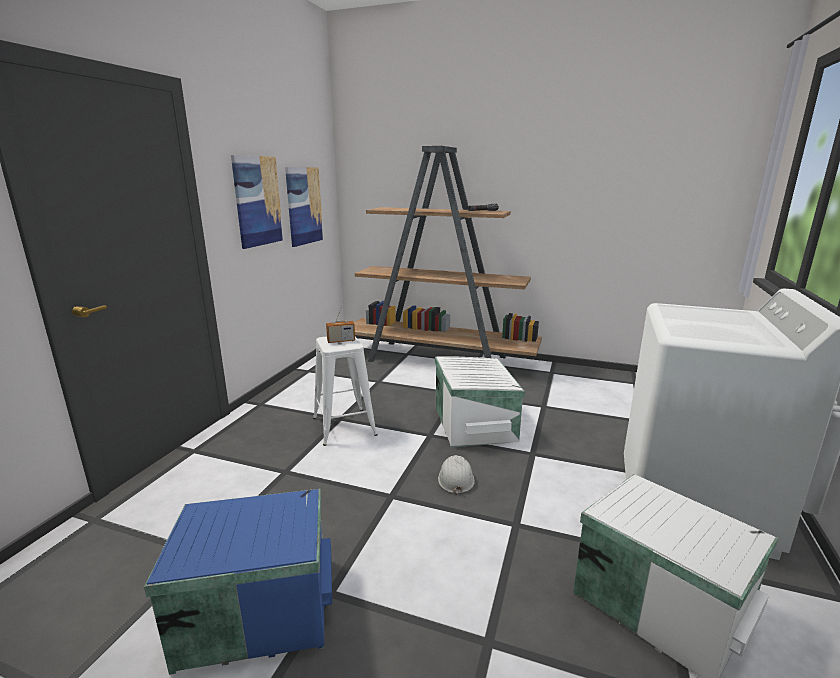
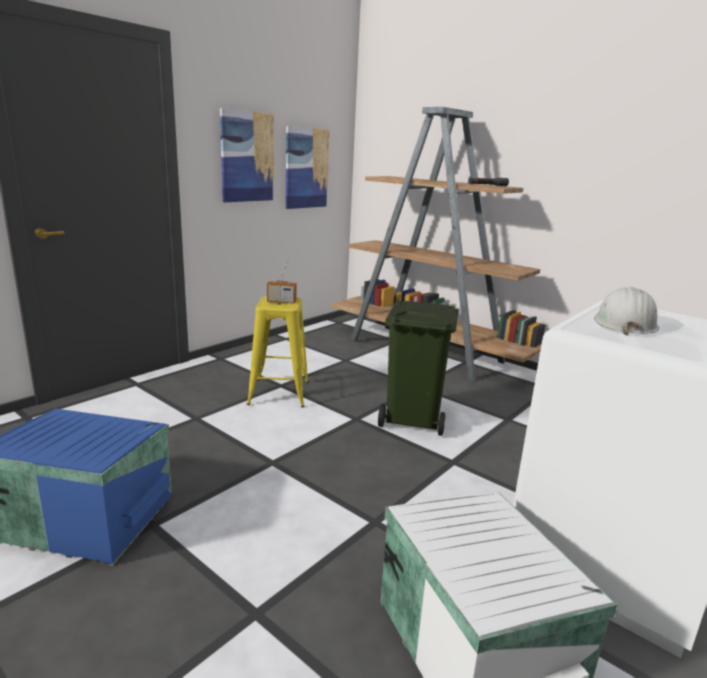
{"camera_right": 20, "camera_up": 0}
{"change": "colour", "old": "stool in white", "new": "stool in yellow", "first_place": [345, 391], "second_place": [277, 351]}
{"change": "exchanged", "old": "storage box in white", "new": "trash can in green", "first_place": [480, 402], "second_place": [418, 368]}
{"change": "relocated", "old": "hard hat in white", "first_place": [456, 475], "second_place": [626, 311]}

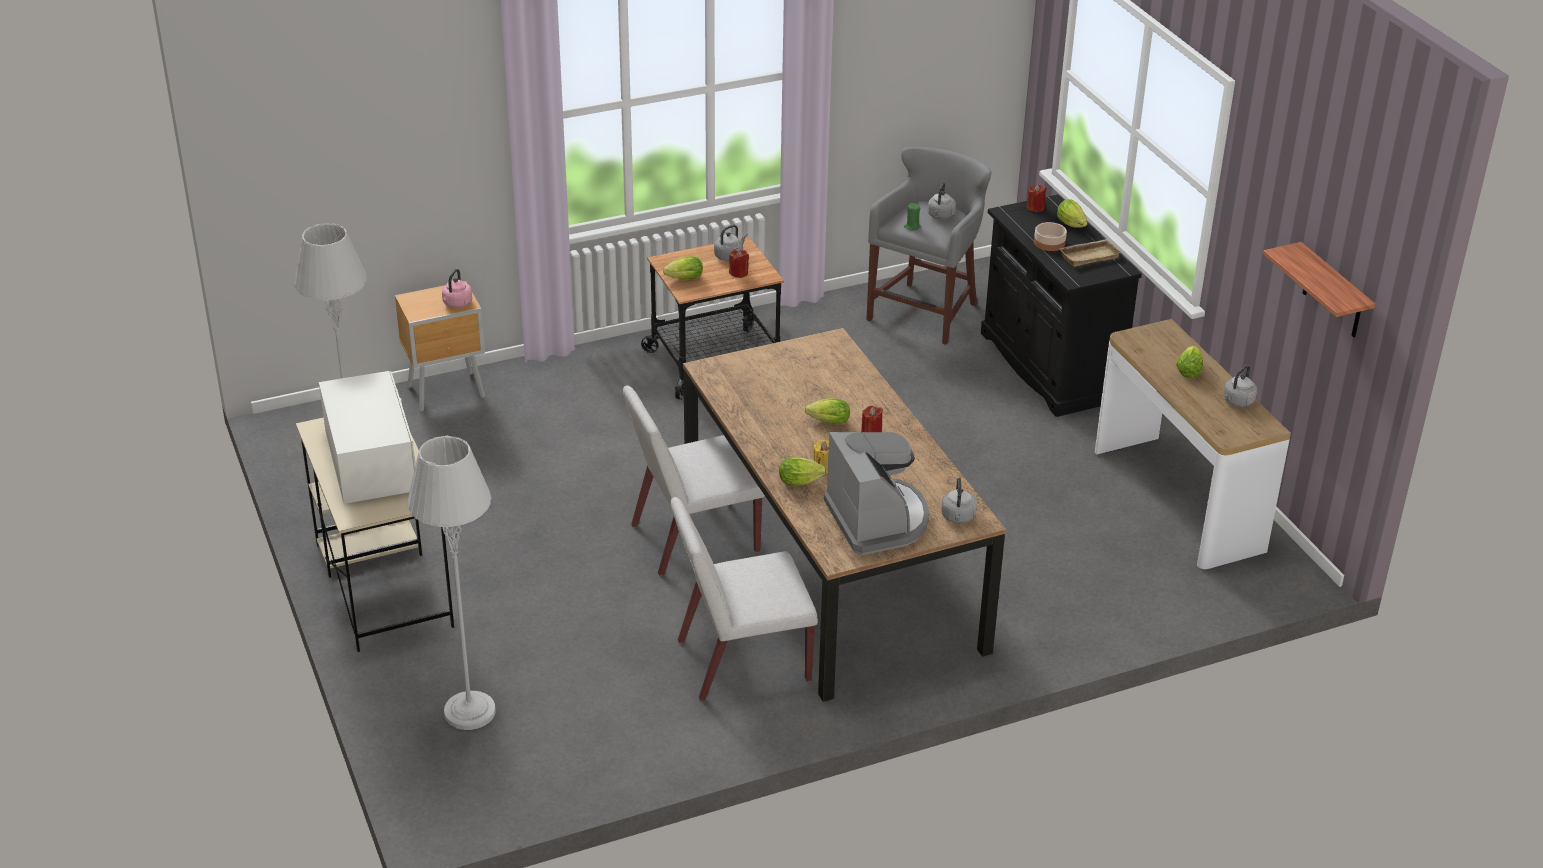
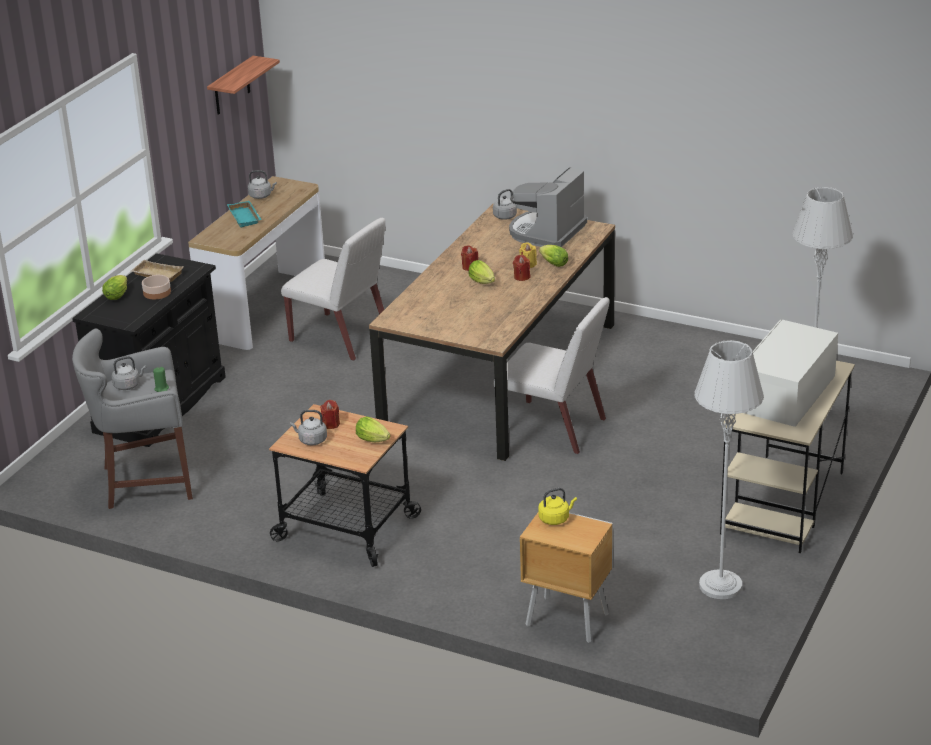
{"camera_right": -130, "camera_up": -5}
{"change": "exchanged", "old": "lettuce", "new": "tray in turquoise", "first_place": [1189, 362], "second_place": [244, 214]}
{"change": "relocated", "old": "chair in white", "first_place": [744, 599], "second_place": [333, 289]}
{"change": "relocated", "old": "candle in red", "first_place": [1037, 198], "second_place": [521, 268]}
{"change": "colour", "old": "kettle in pink", "new": "kettle in yellow", "first_place": [457, 288], "second_place": [558, 506]}

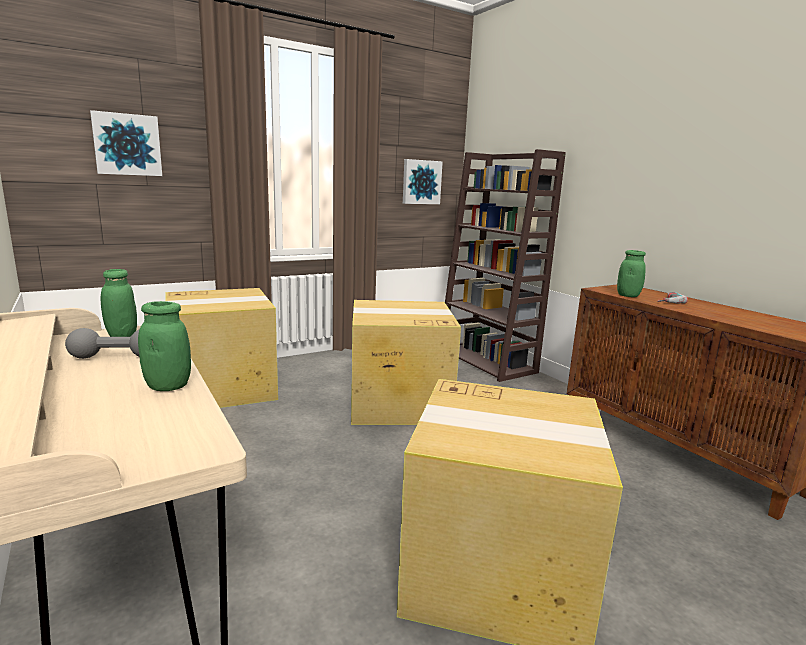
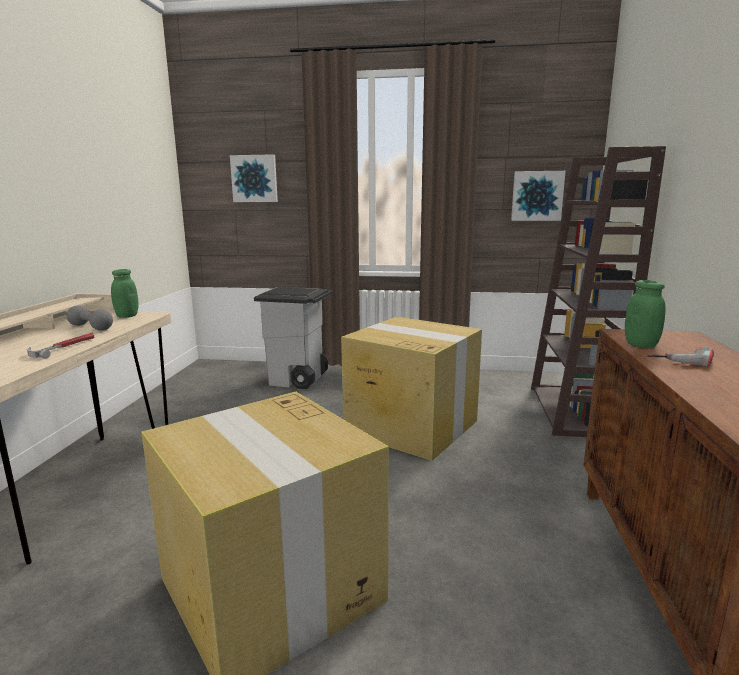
{"camera_right": 40, "camera_up": 0}
{"change": "exchanged", "old": "jar in green", "new": "hammer", "first_place": [164, 346], "second_place": [60, 346]}
{"change": "exchanged", "old": "cardboard box", "new": "trash can in grey", "first_place": [221, 348], "second_place": [293, 338]}

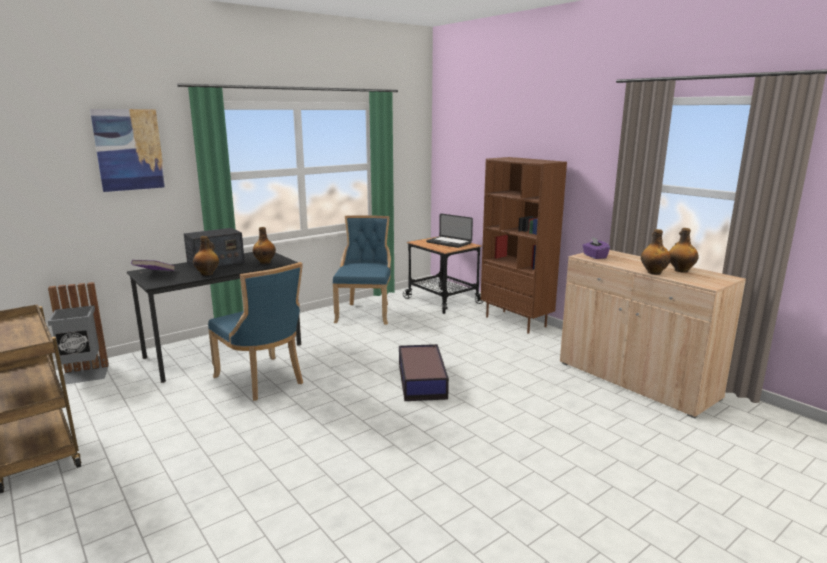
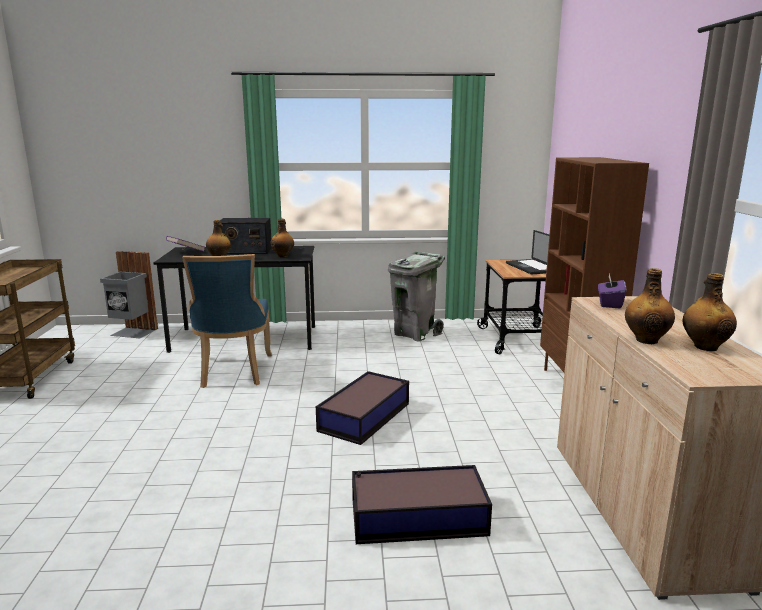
{"camera_right": 35, "camera_up": 0}
{"change": "appeared", "new": "storage box", "second_place": [422, 504]}
{"change": "exchanged", "old": "chair in blue", "new": "trash can in grey", "first_place": [362, 270], "second_place": [416, 296]}
{"change": "missing", "old": "picture", "first_place": [128, 150]}

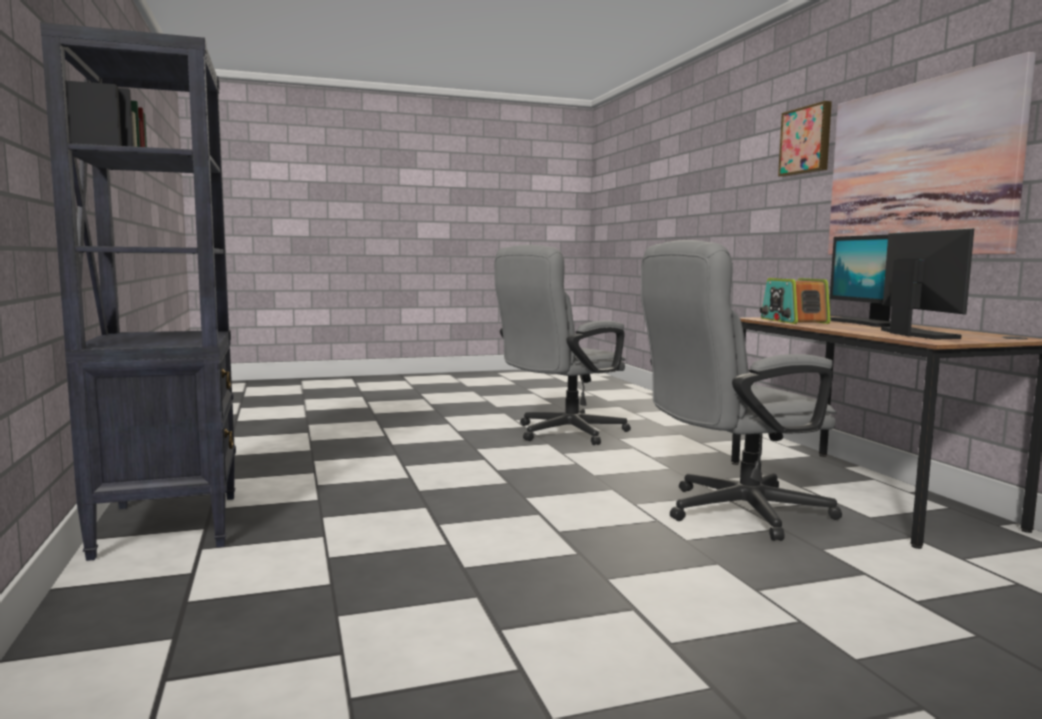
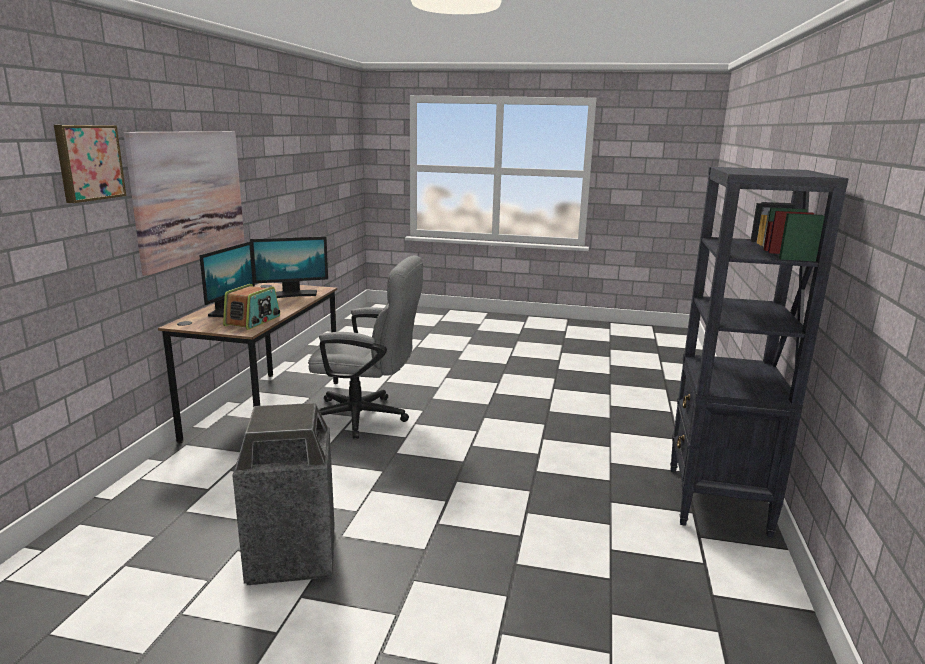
{"camera_right": -150, "camera_up": 10}
{"change": "exchanged", "old": "office chair in grey", "new": "trash can", "first_place": [562, 345], "second_place": [283, 494]}
{"change": "spun", "old": "monitor", "first_place": [927, 284], "second_place": [289, 267], "degrees": -135}

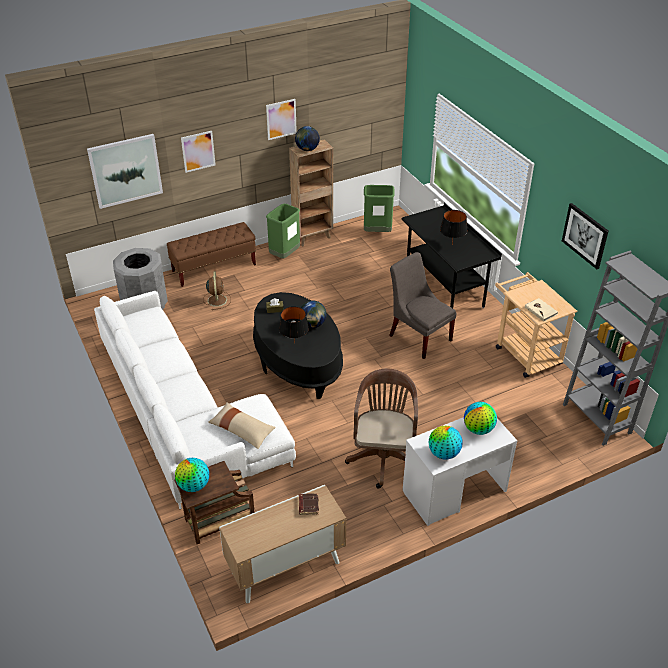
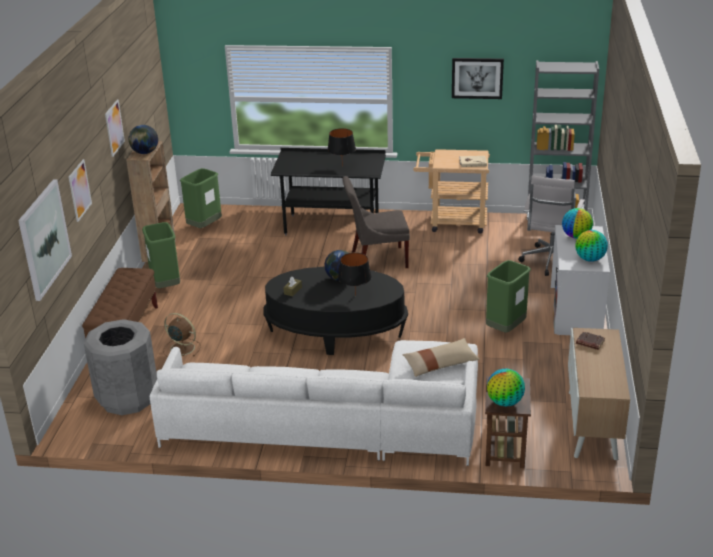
{"camera_right": -55, "camera_up": -10}
{"change": "exchanged", "old": "office chair in brown", "new": "trash can in green", "first_place": [381, 428], "second_place": [508, 296]}
{"change": "appeared", "new": "office chair in white", "second_place": [551, 226]}

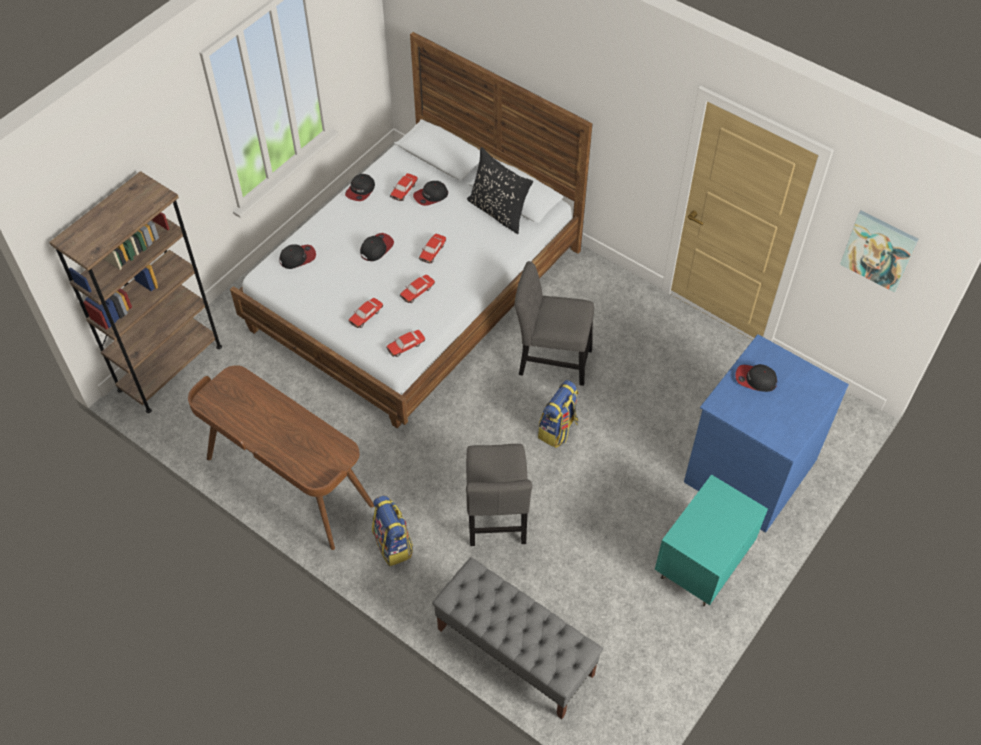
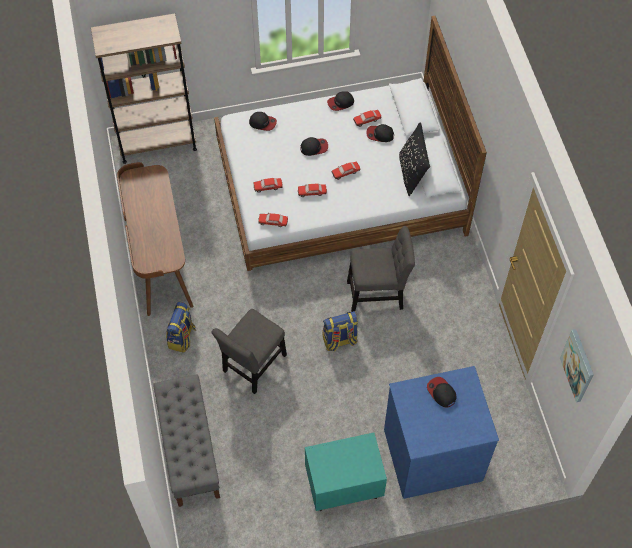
{"camera_right": 40, "camera_up": 5}
{"change": "spun", "old": "chair in grey", "first_place": [554, 323], "second_place": [381, 269], "degrees": 120}

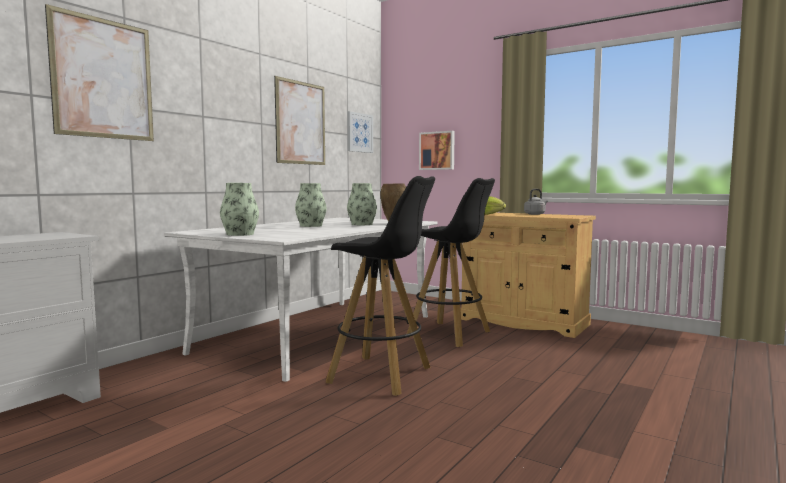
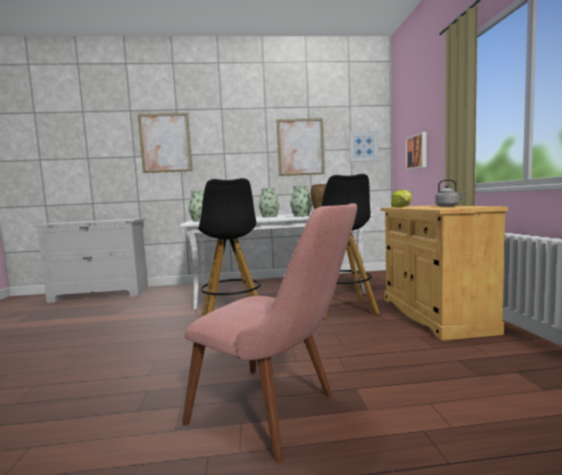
{"camera_right": 50, "camera_up": 0}
{"change": "appeared", "new": "chair in pink", "second_place": [269, 333]}

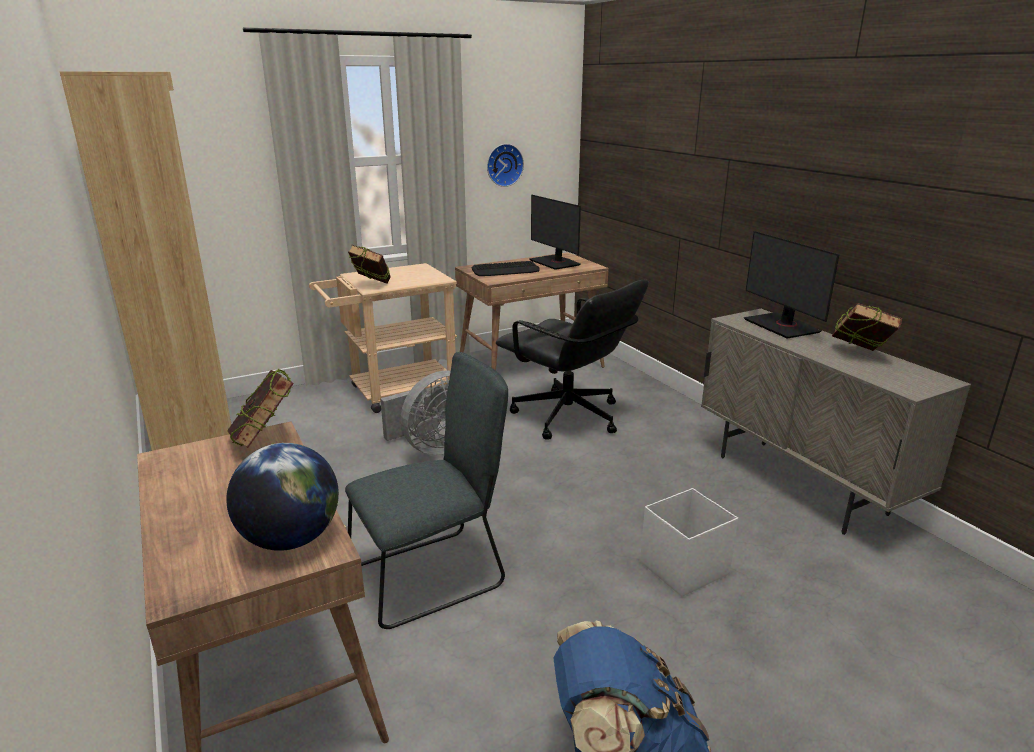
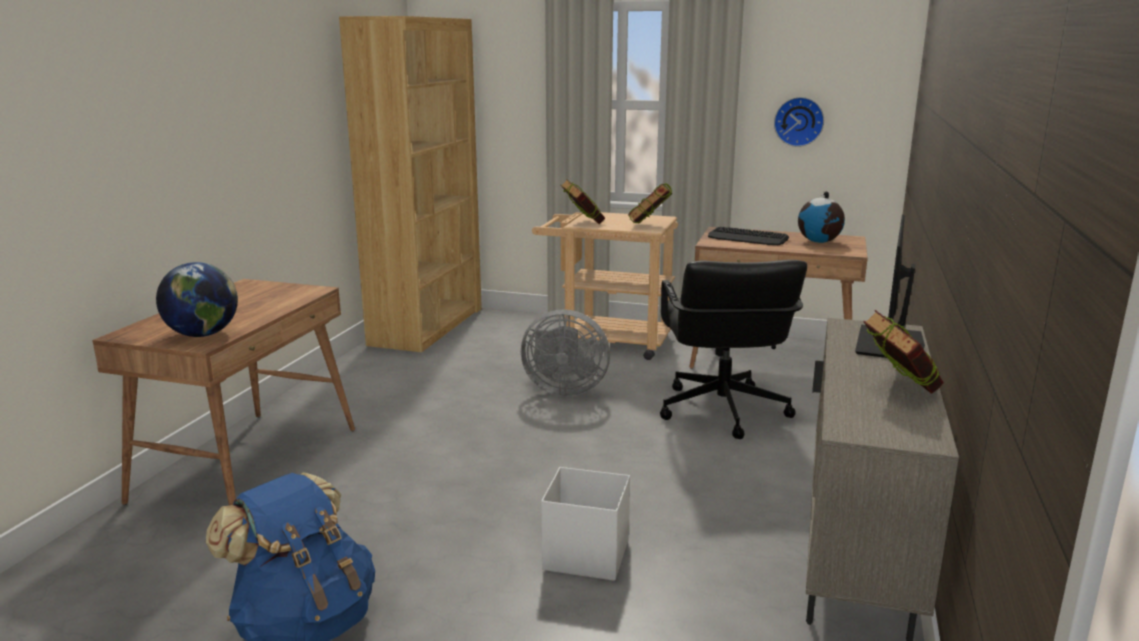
{"camera_right": 45, "camera_up": -5}
{"change": "relocated", "old": "book", "first_place": [260, 408], "second_place": [650, 203]}
{"change": "exchanged", "old": "monitor", "new": "globe", "first_place": [555, 232], "second_place": [821, 217]}
{"change": "missing", "old": "chair in grey", "first_place": [426, 490]}

